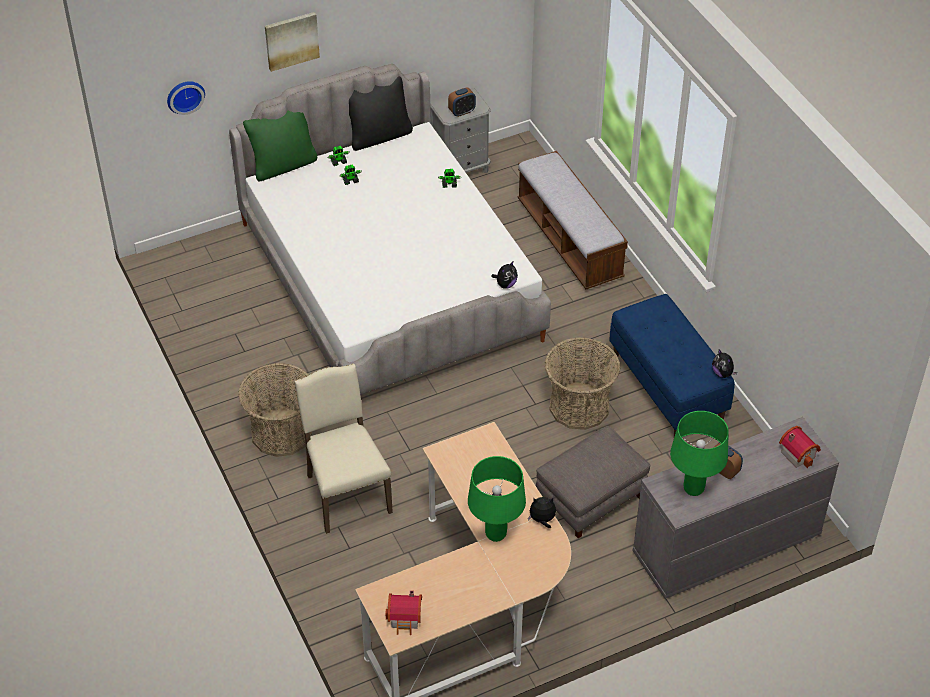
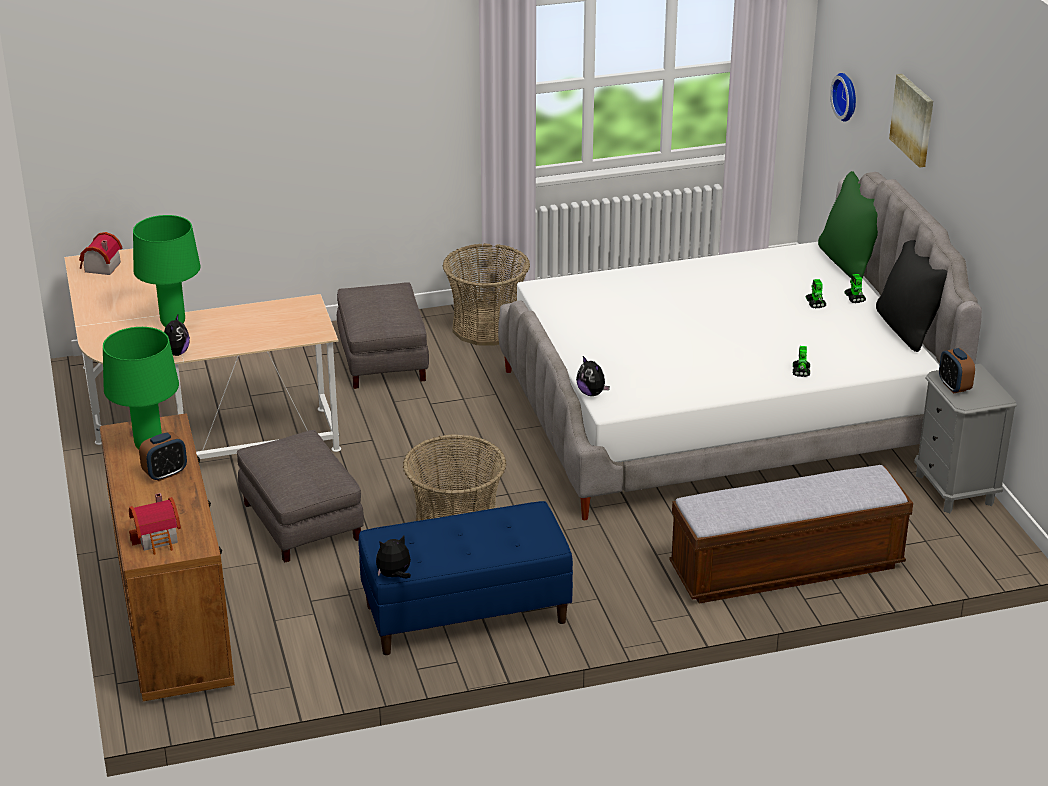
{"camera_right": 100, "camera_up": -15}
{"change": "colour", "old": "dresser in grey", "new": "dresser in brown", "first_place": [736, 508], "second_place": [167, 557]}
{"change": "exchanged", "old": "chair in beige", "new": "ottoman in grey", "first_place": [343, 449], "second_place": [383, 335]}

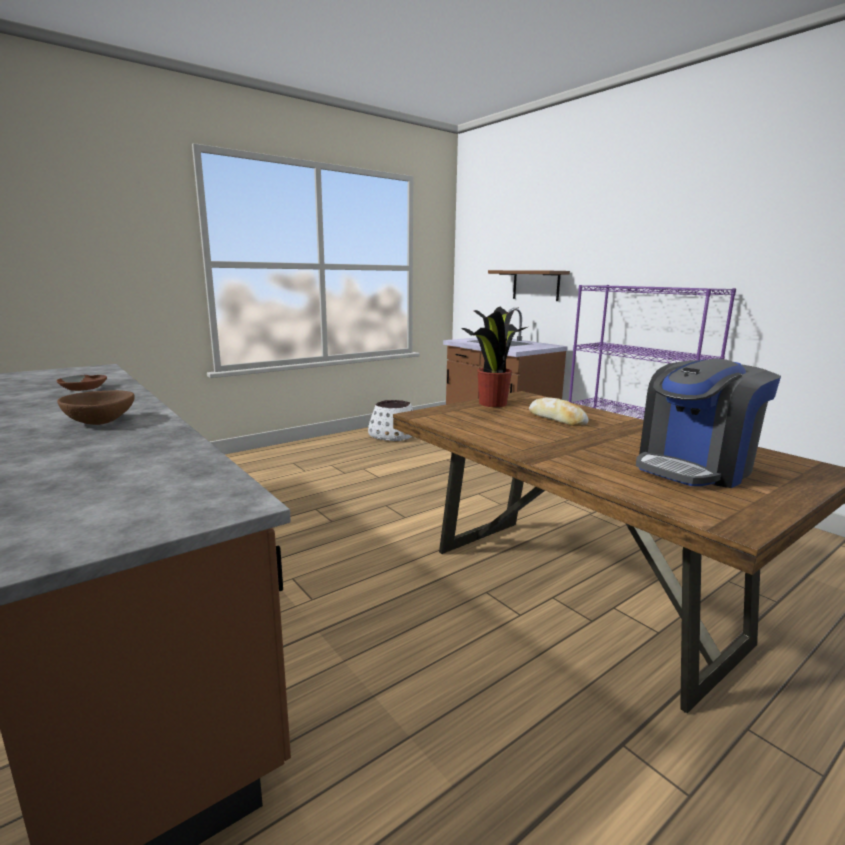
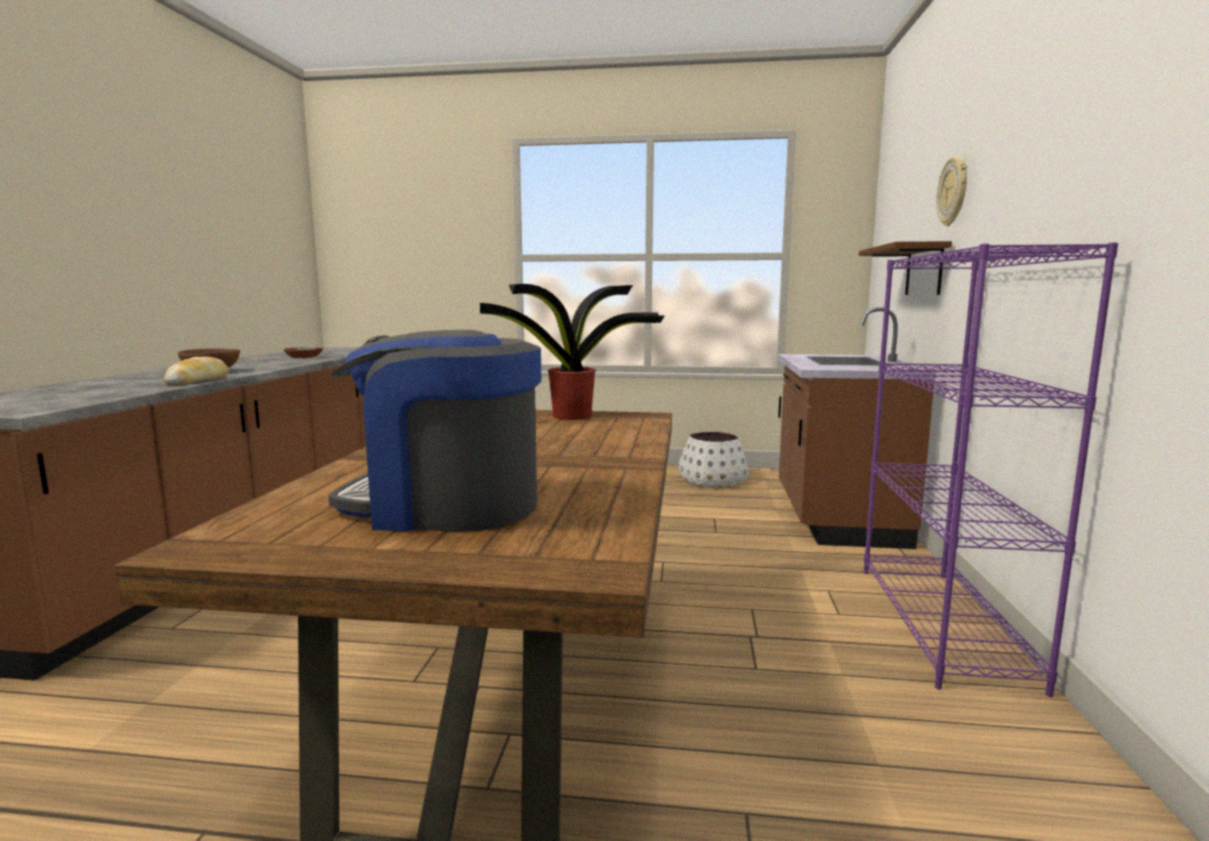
{"camera_right": 45, "camera_up": -5}
{"change": "relocated", "old": "bread", "first_place": [558, 411], "second_place": [196, 371]}
{"change": "appeared", "new": "wall clock", "second_place": [951, 191]}

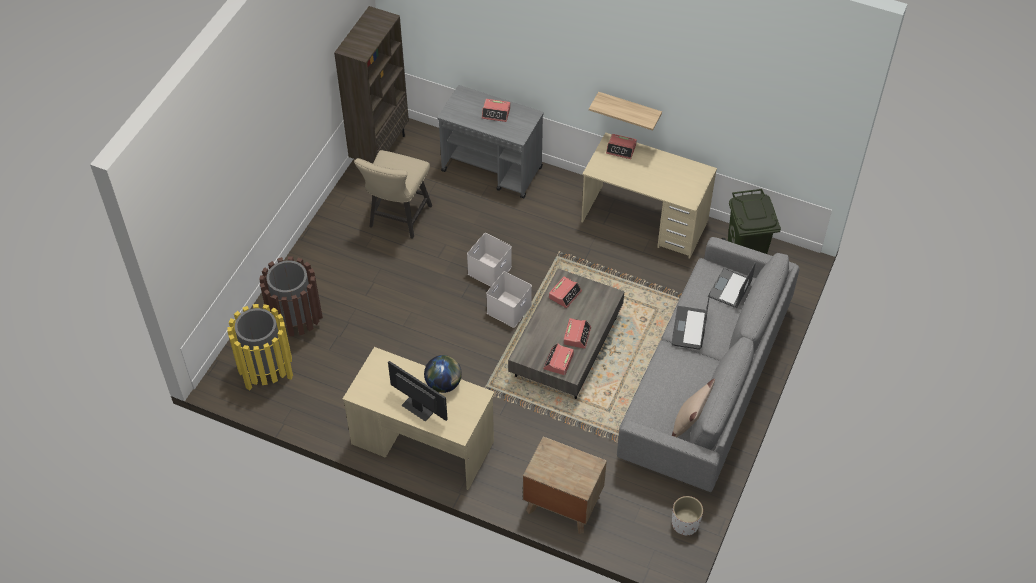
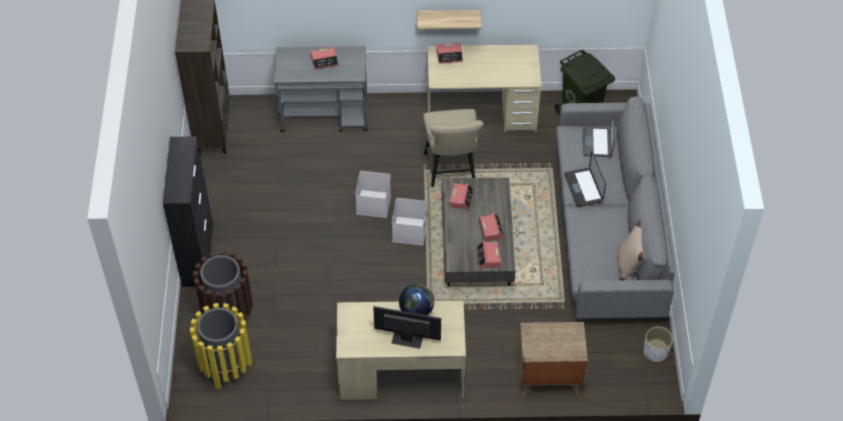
{"camera_right": -25, "camera_up": 0}
{"change": "appeared", "new": "cabinet in black", "second_place": [188, 211]}
{"change": "relocated", "old": "chair in beige", "first_place": [393, 194], "second_place": [453, 148]}

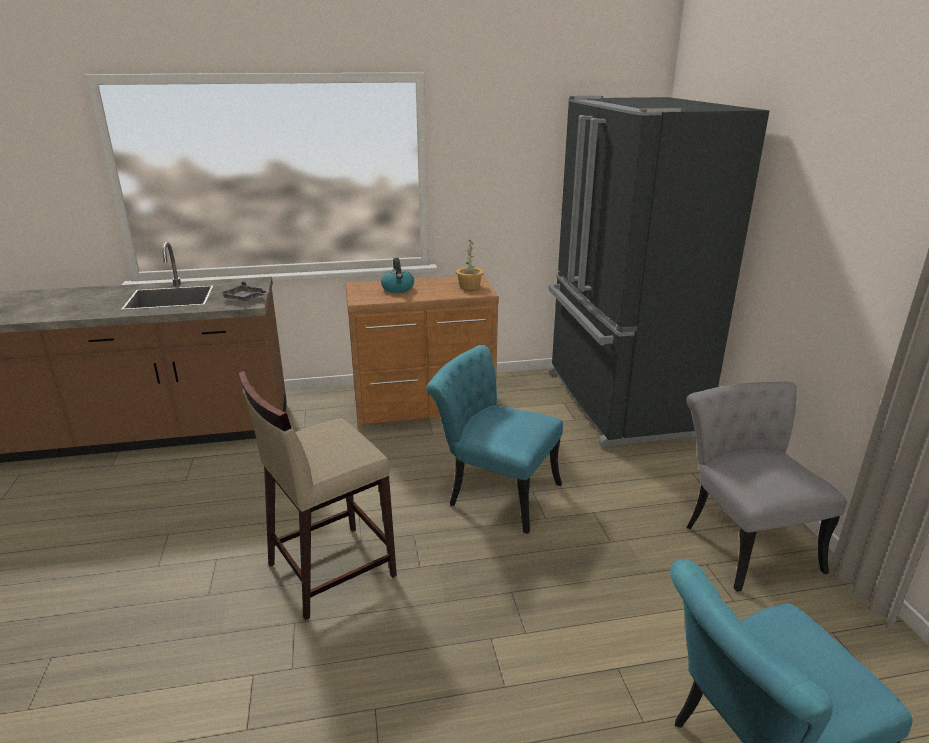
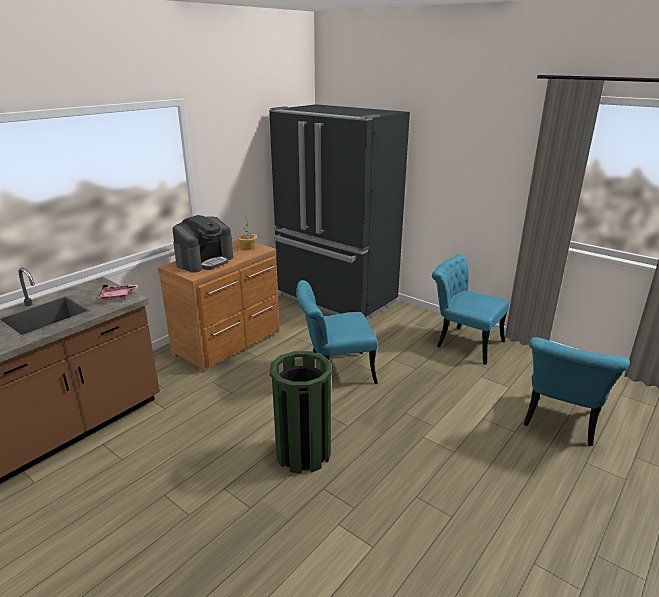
{"camera_right": -40, "camera_up": 0}
{"change": "colour", "old": "tray in grey", "new": "tray in pink", "first_place": [245, 292], "second_place": [118, 292]}
{"change": "exchanged", "old": "kettle", "new": "coffee machine", "first_place": [397, 275], "second_place": [202, 244]}
{"change": "exchanged", "old": "stool in beige", "new": "trash can in green", "first_place": [317, 495], "second_place": [301, 412]}
{"change": "colour", "old": "chair in grey", "new": "chair in turquoise", "first_place": [766, 487], "second_place": [470, 309]}

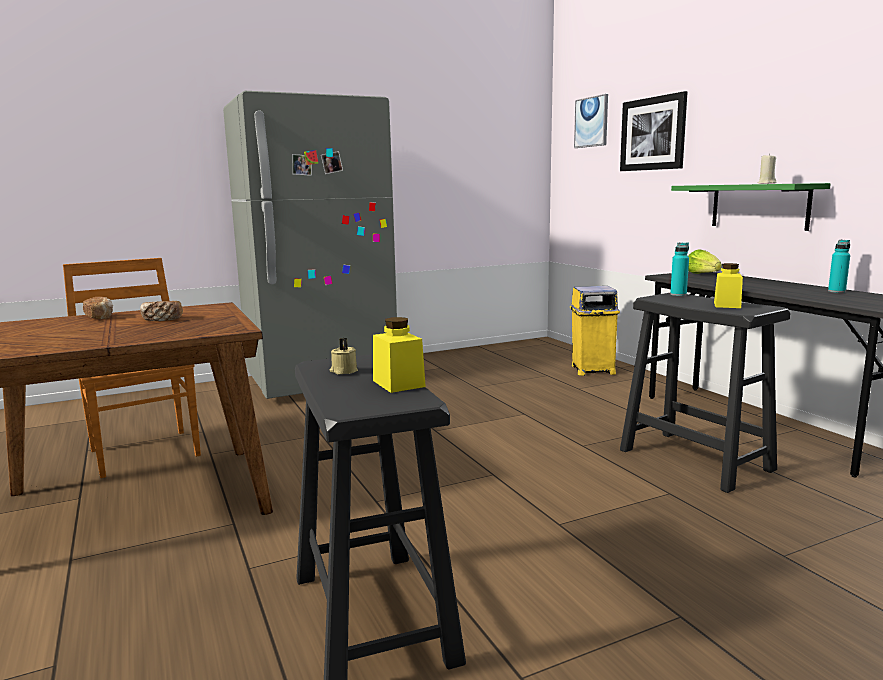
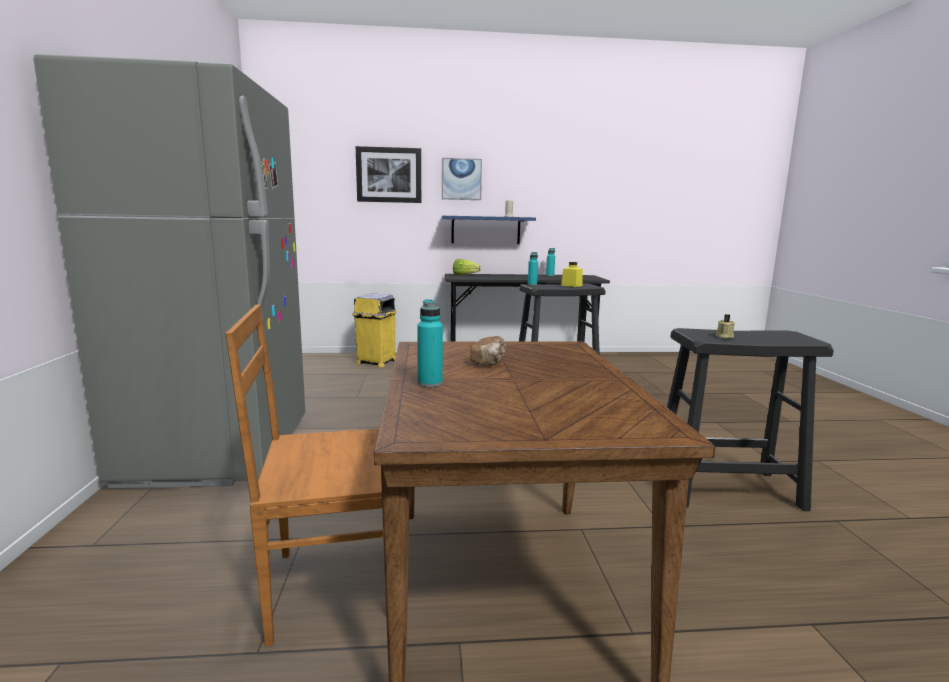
{"camera_right": -70, "camera_up": 0}
{"change": "exchanged", "old": "bread", "new": "bottle in turquoise", "first_place": [98, 308], "second_place": [430, 343]}
{"change": "relocated", "old": "picture", "first_place": [591, 121], "second_place": [462, 179]}
{"change": "colour", "old": "shelf in green", "new": "shelf in blue", "first_place": [751, 207], "second_place": [489, 230]}
{"change": "missing", "old": "jar in yellow", "first_place": [399, 355]}

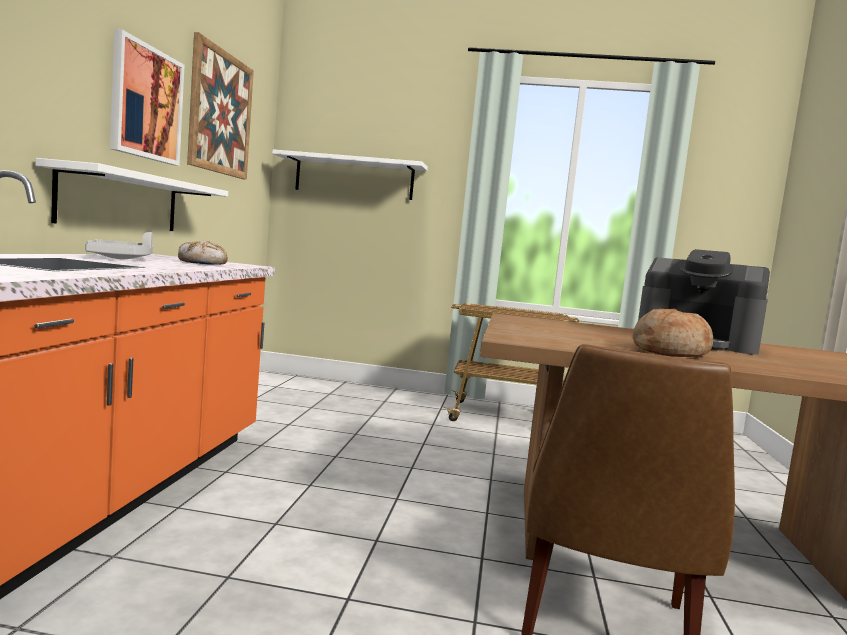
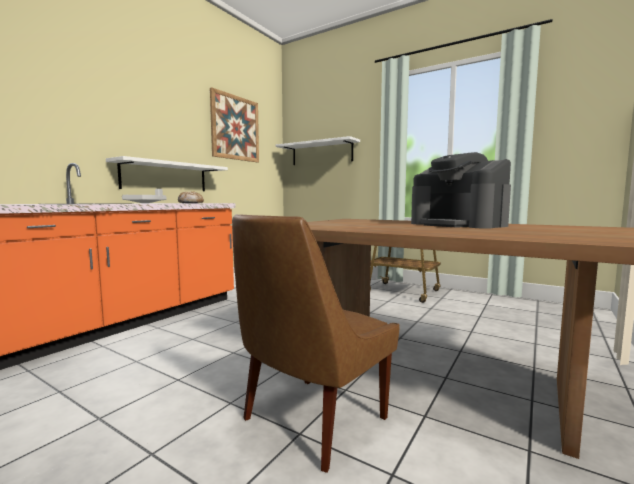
{"camera_right": 25, "camera_up": 0}
{"change": "missing", "old": "picture", "first_place": [147, 97]}
{"change": "missing", "old": "bread", "first_place": [673, 333]}

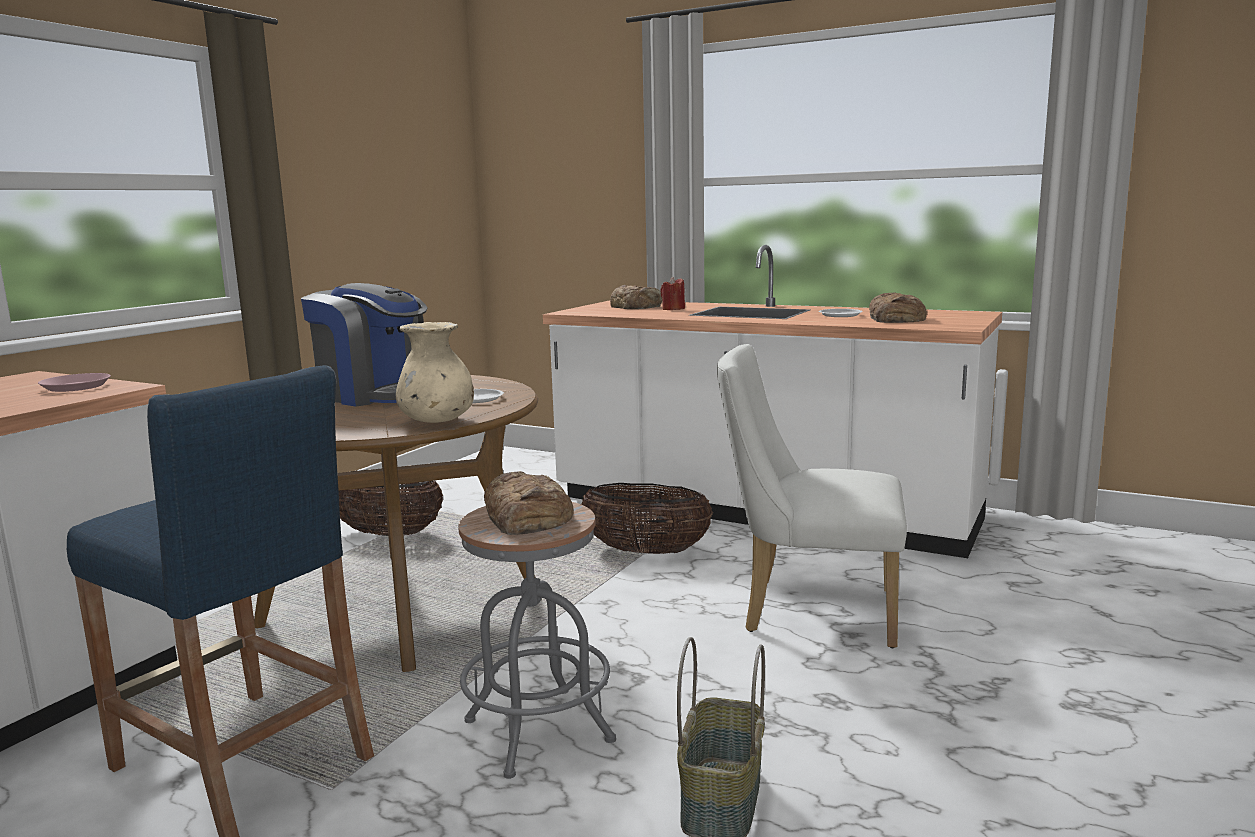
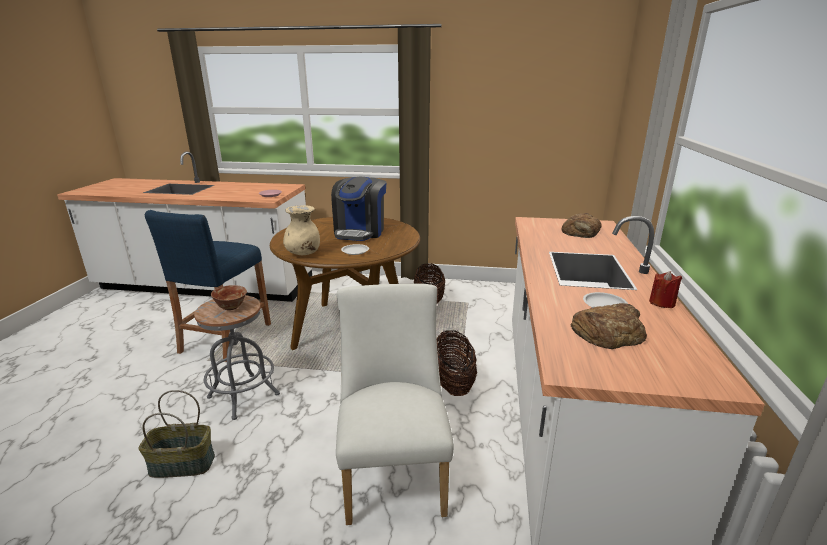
{"camera_right": 70, "camera_up": 10}
{"change": "exchanged", "old": "bread", "new": "bowl", "first_place": [528, 503], "second_place": [229, 297]}
{"change": "relocated", "old": "candle in red", "first_place": [672, 293], "second_place": [665, 289]}

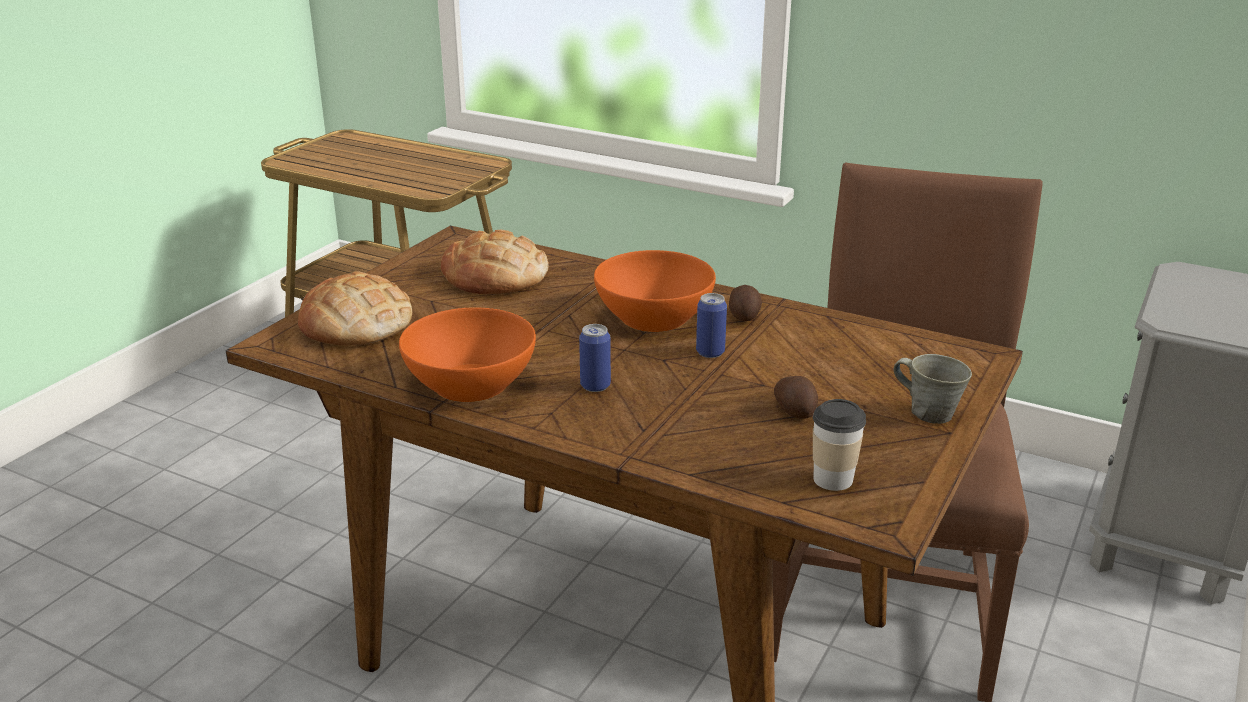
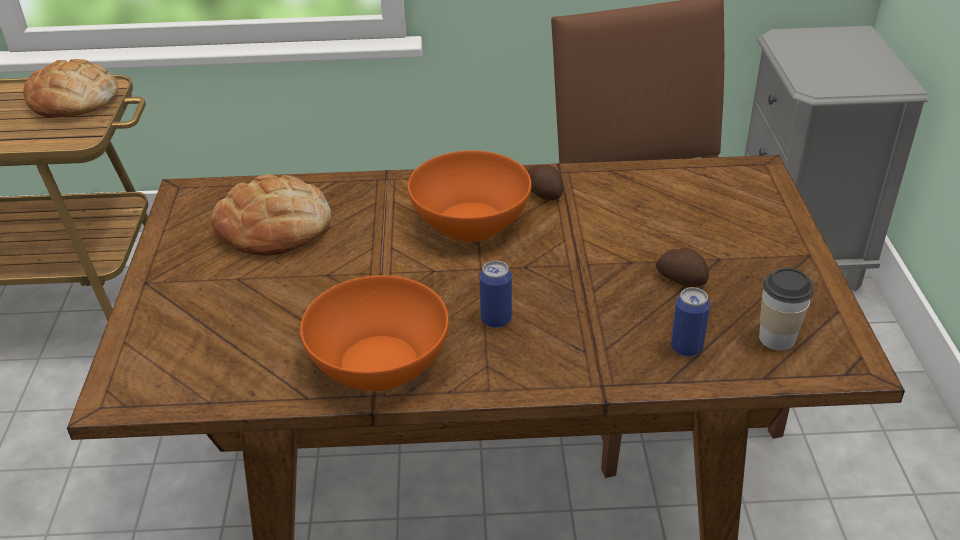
{"camera_right": -30, "camera_up": 10}
{"change": "relocated", "old": "bread", "first_place": [355, 308], "second_place": [70, 88]}
{"change": "relocated", "old": "can", "first_place": [711, 325], "second_place": [690, 322]}
{"change": "missing", "old": "mug in grey", "first_place": [933, 389]}

